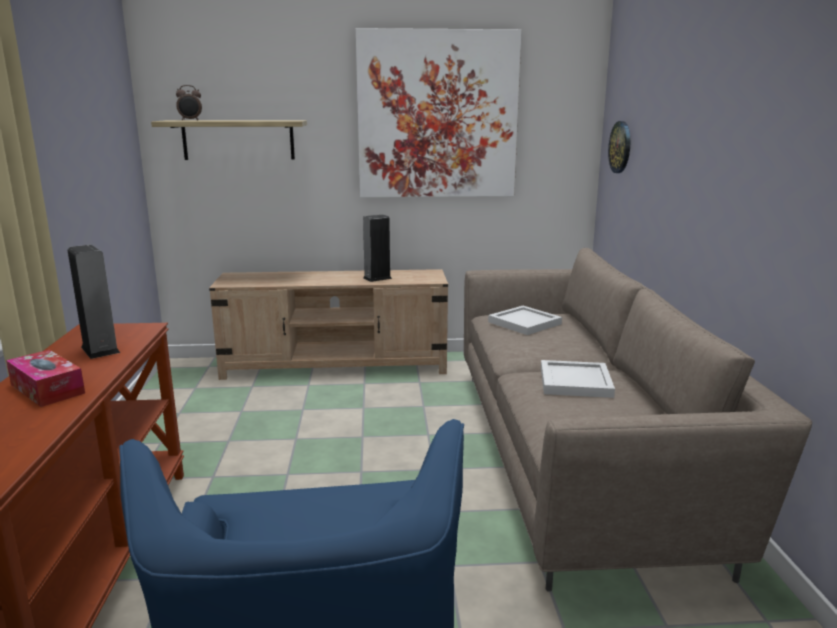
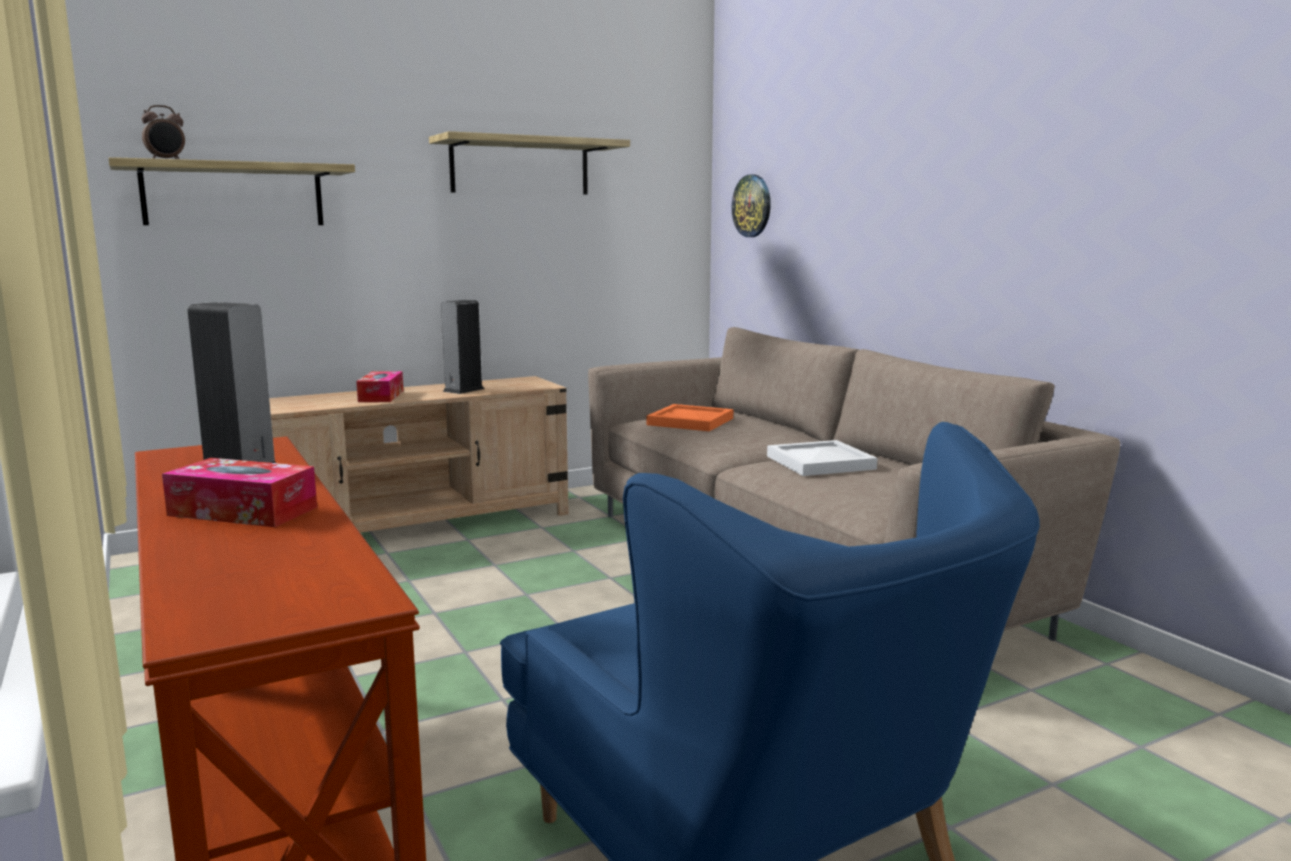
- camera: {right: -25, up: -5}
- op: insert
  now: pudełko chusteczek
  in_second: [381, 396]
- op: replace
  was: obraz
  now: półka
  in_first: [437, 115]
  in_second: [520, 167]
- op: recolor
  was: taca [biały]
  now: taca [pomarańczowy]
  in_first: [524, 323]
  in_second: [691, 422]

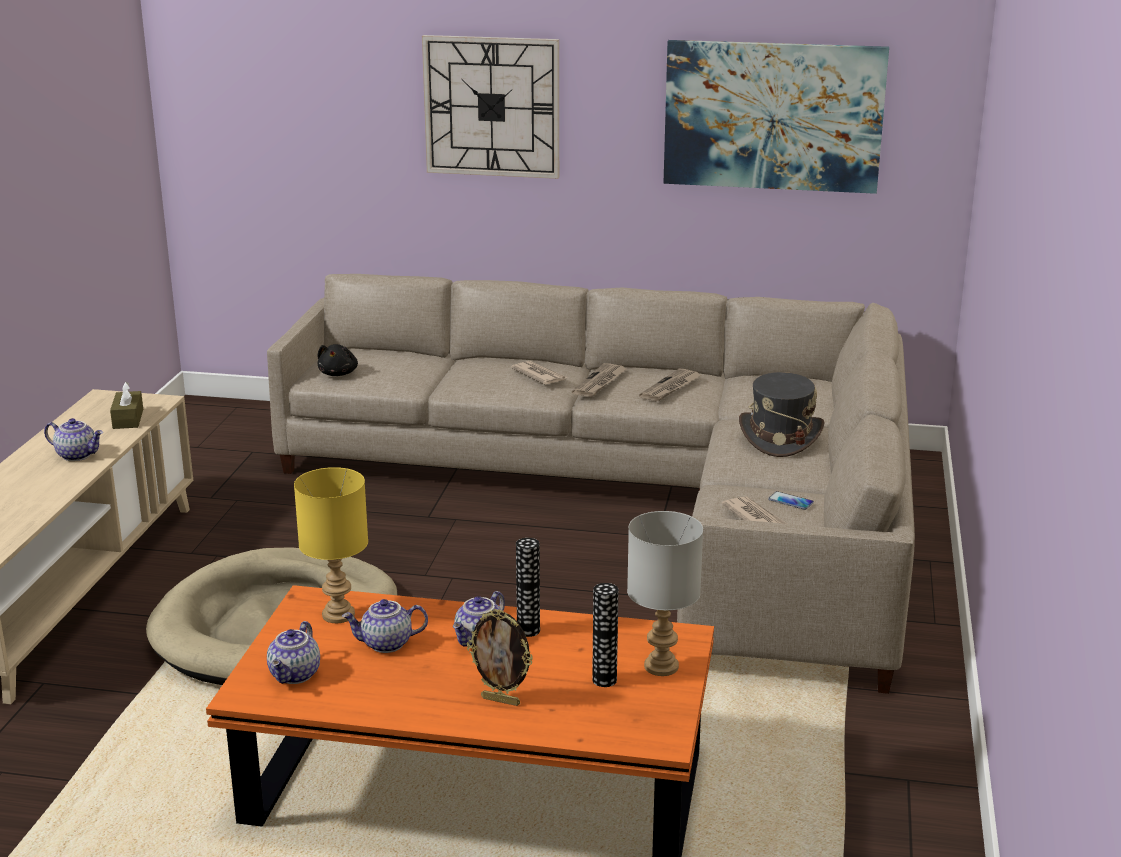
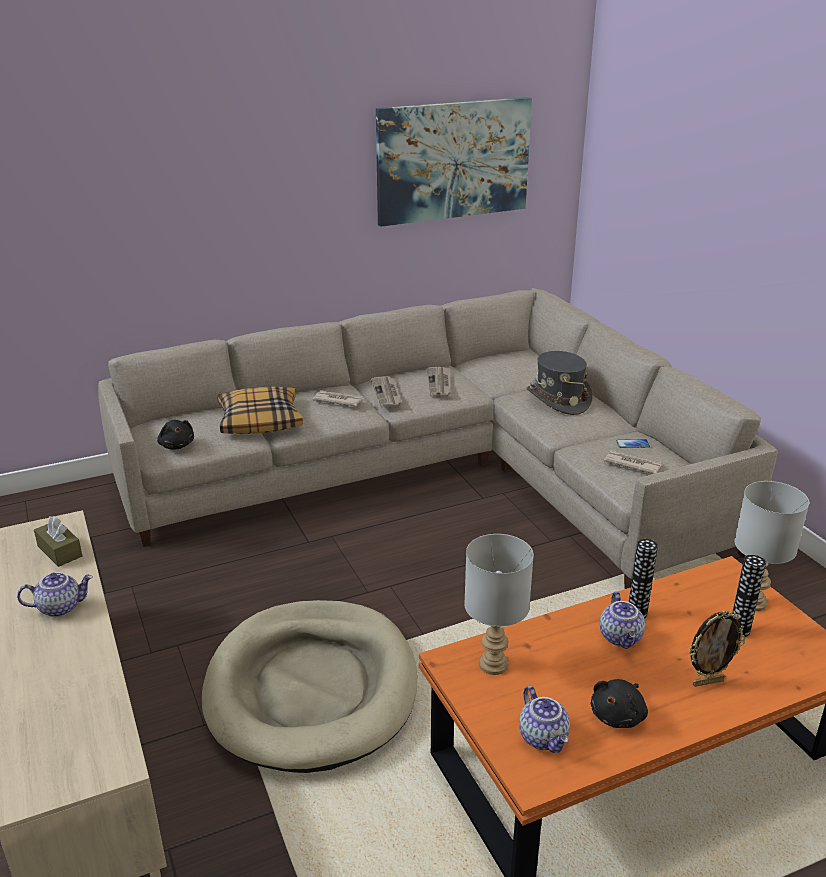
- camera: {right: -35, up: 5}
- op: insert
  now: poduszka
  in_second: [260, 420]
- op: recolor
  was: lampa stołowa [żółty]
  now: lampa stołowa [szary]
  in_first: [337, 615]
  in_second: [493, 665]
- op: insert
  now: pluszak [czarny]
  in_second: [618, 716]
- op: delete
  was: imbryk
  in_first: [386, 644]
- op: delete
  was: zegar ścienny
  in_first: [492, 106]

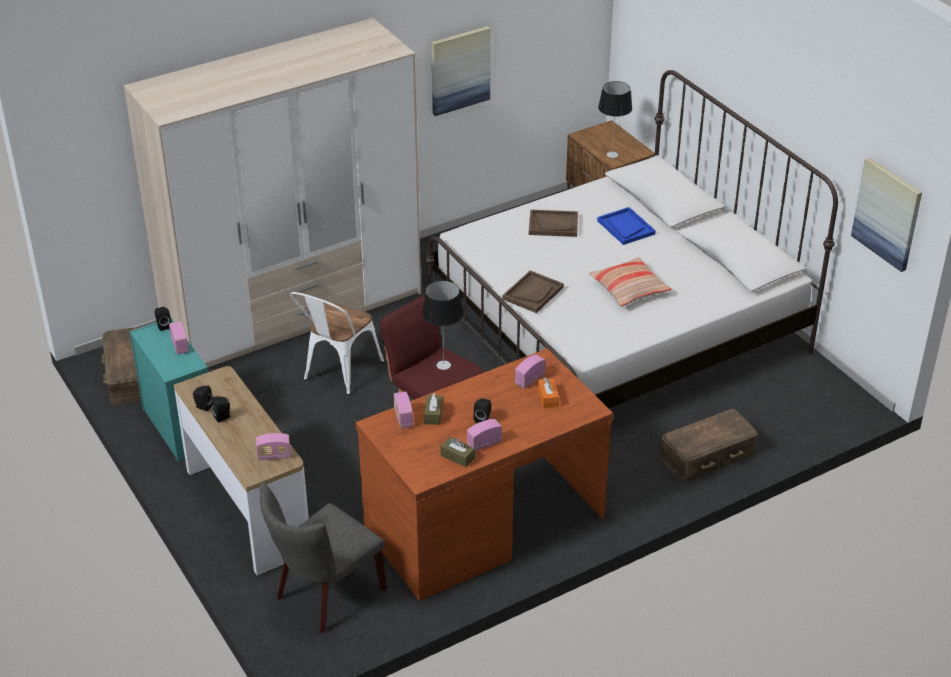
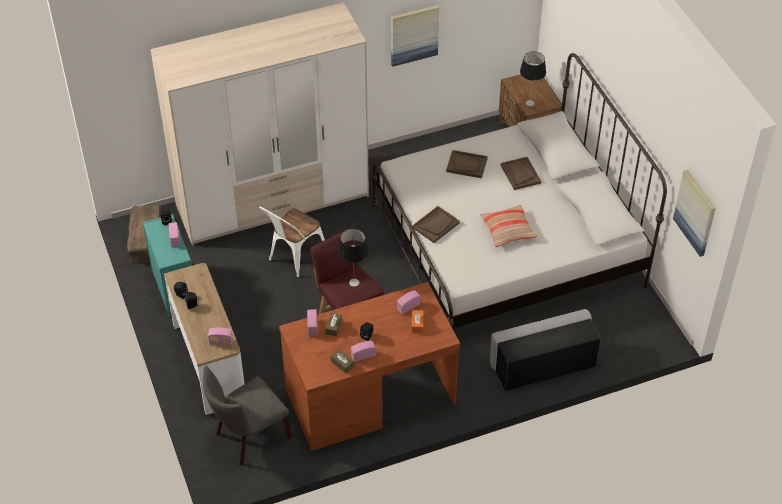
- camera: {right: 10, up: 10}
- op: replace
  was: pojemnik do przechowywania [brązowy]
  now: pufa [szary]
  in_first: [707, 456]
  in_second: [543, 364]
- op: recolor
  was: taca [niebieski]
  now: taca [brązowy]
  in_first: [625, 227]
  in_second: [520, 174]

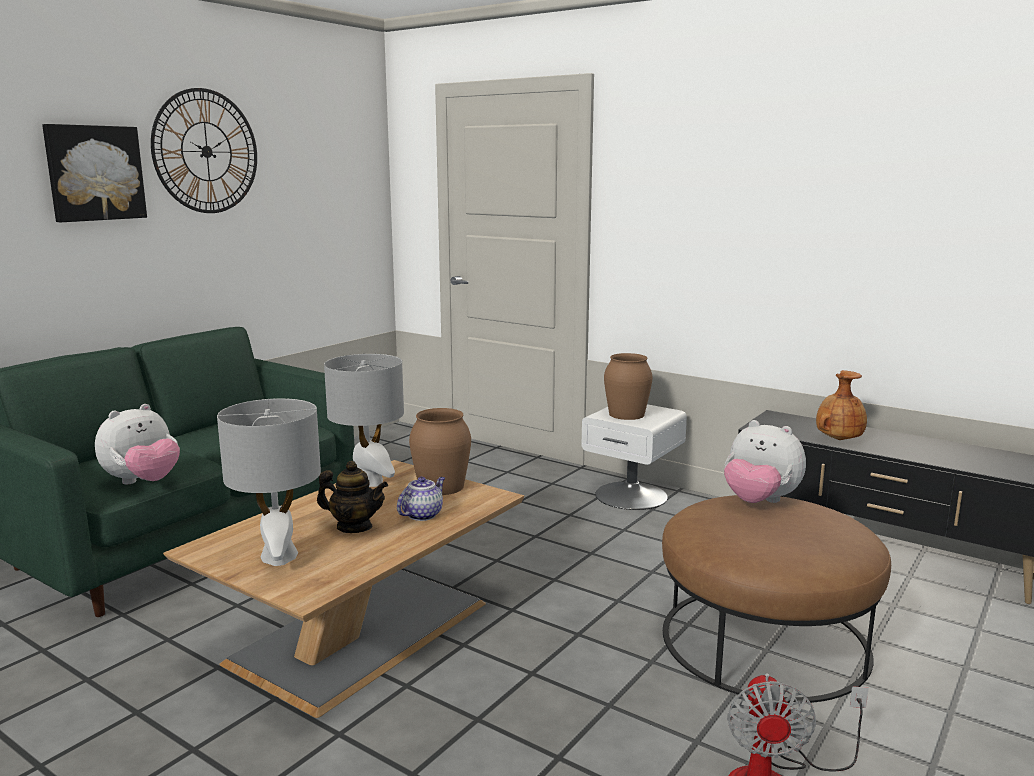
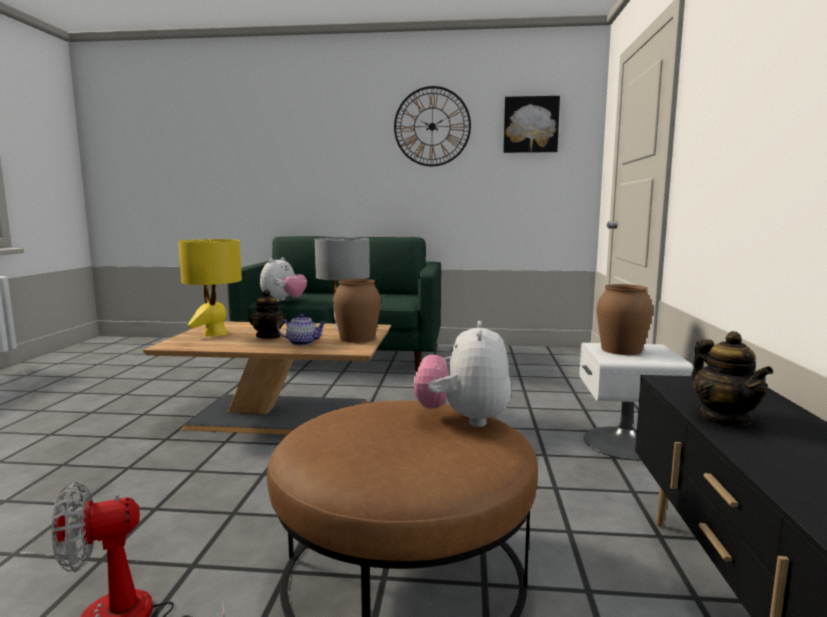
- camera: {right: 60, up: -5}
- op: recolor
  was: lampa stołowa [szary]
  now: lampa stołowa [żółty]
  in_first: [279, 557]
  in_second: [215, 334]
- op: rotate
  was: pluszak
  in_first: [143, 482]
  in_second: [283, 301]
  clockwise: -75
- op: move
  was: obraz
  in_first: [94, 173]
  in_second: [530, 125]
- op: replace
  was: wazon [brązowy]
  now: imbryk
  in_first: [838, 439]
  in_second: [724, 418]

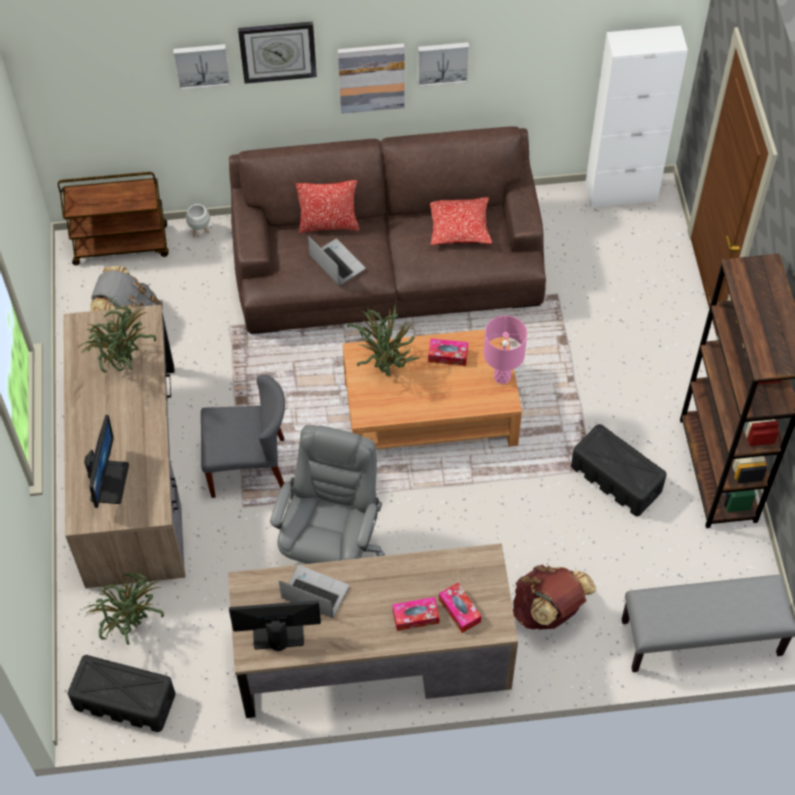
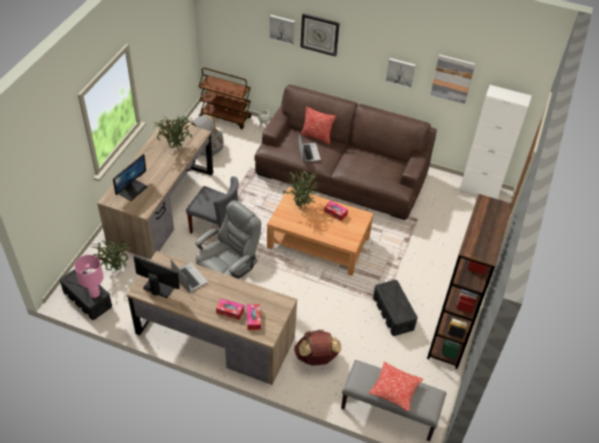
- camera: {right: 25, up: -10}
- op: move
  was: lampa stołowa [różowy]
  in_first: [502, 377]
  in_second: [95, 293]
- op: move
  was: poduszka
  in_first: [459, 228]
  in_second: [395, 389]
- op: move
  was: obraz
  in_first: [371, 77]
  in_second: [452, 78]

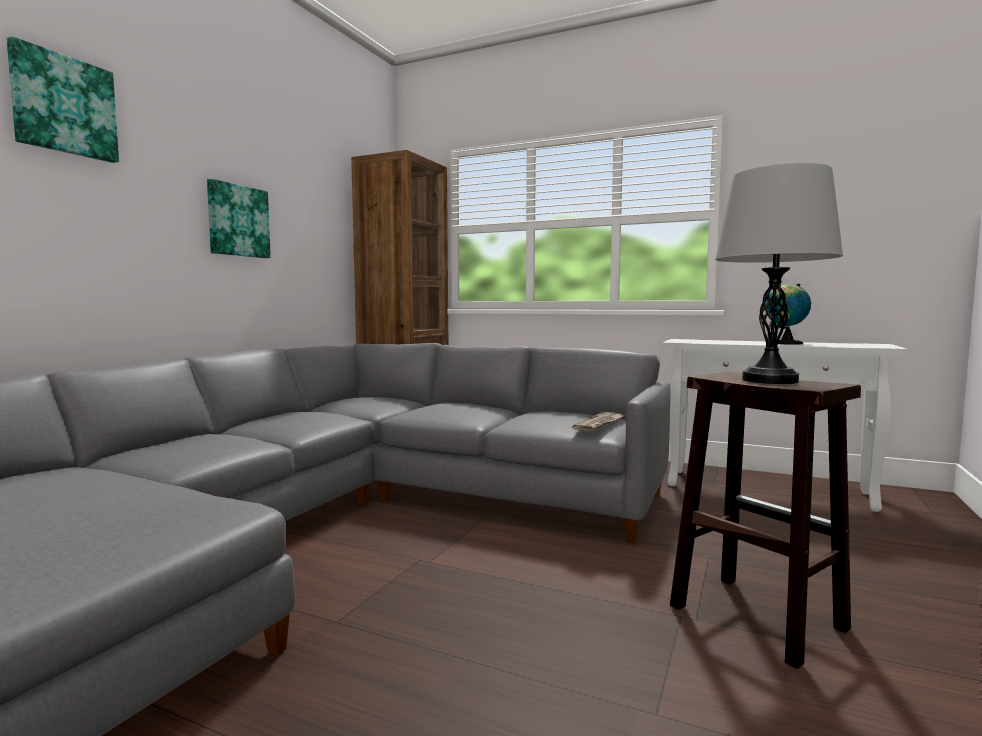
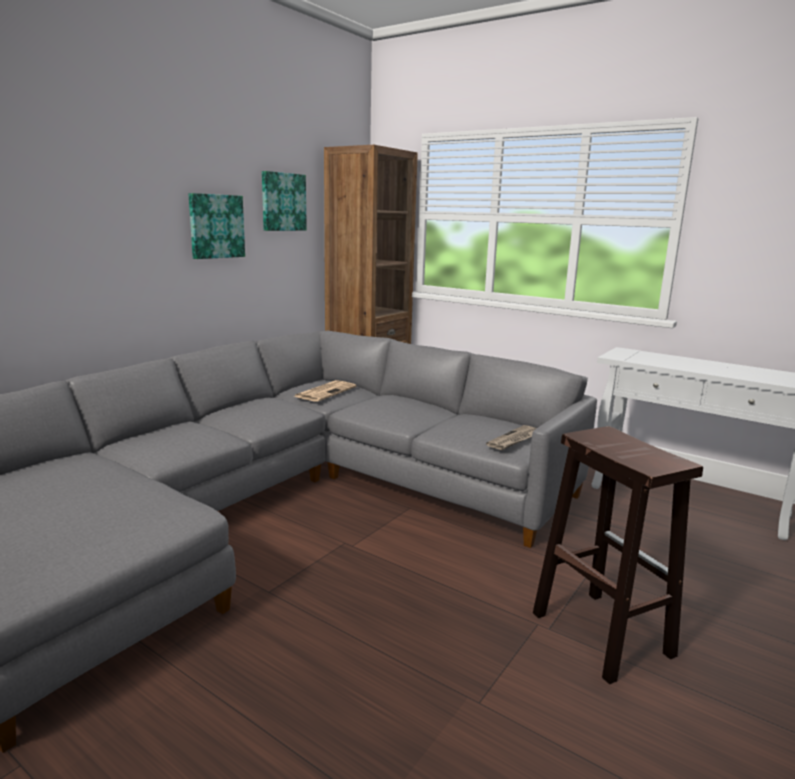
- camera: {right: 10, up: 10}
- op: move
  was: obraz
  in_first: [64, 105]
  in_second: [282, 202]
- op: insert
  now: gazeta
  in_second: [325, 391]
- op: delete
  was: lampa stołowa [szary]
  in_first: [769, 380]
- op: delete
  was: globus
  in_first: [784, 343]

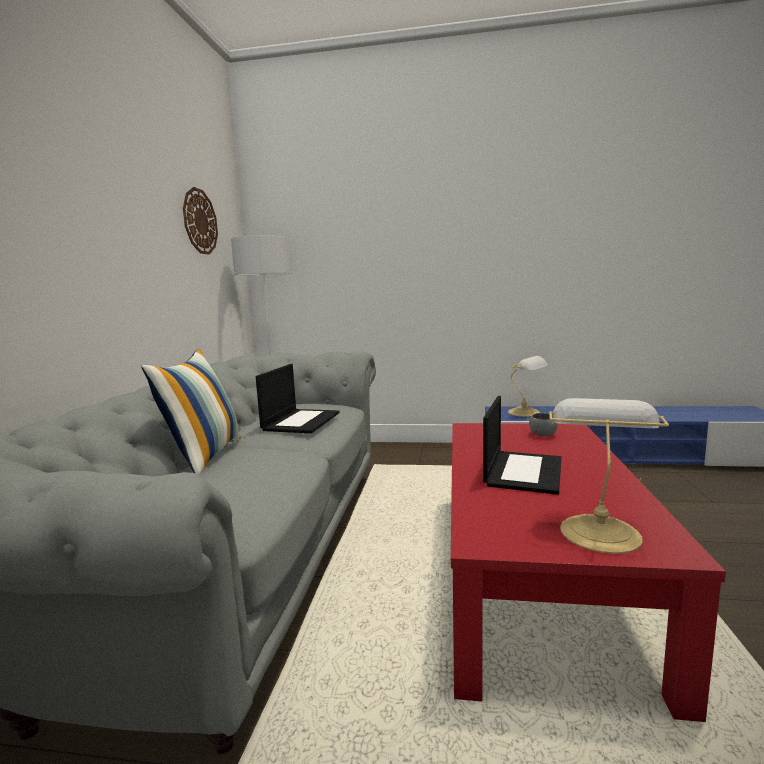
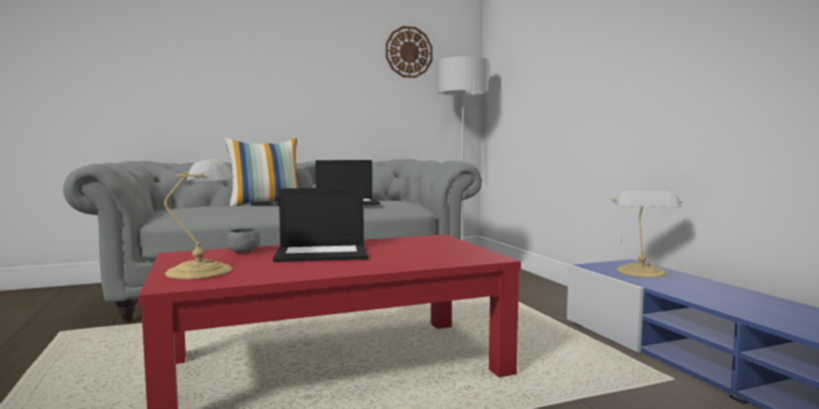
- camera: {right: 60, up: -5}
- op: move
  was: miska [szary]
  in_first: [543, 435]
  in_second: [243, 252]

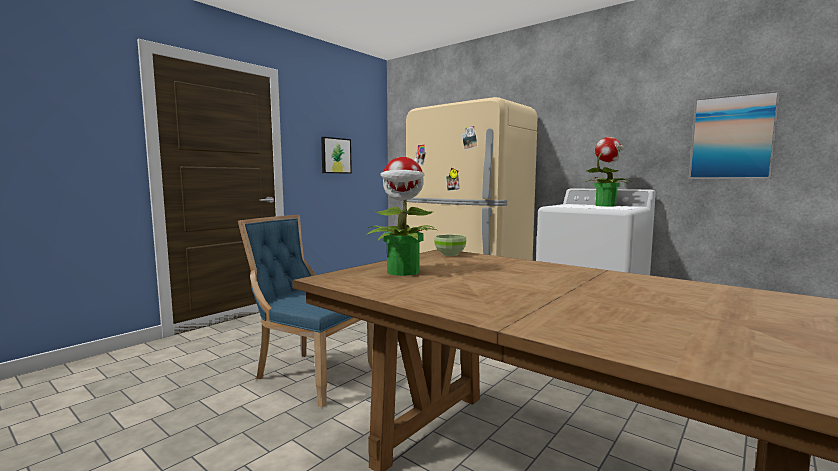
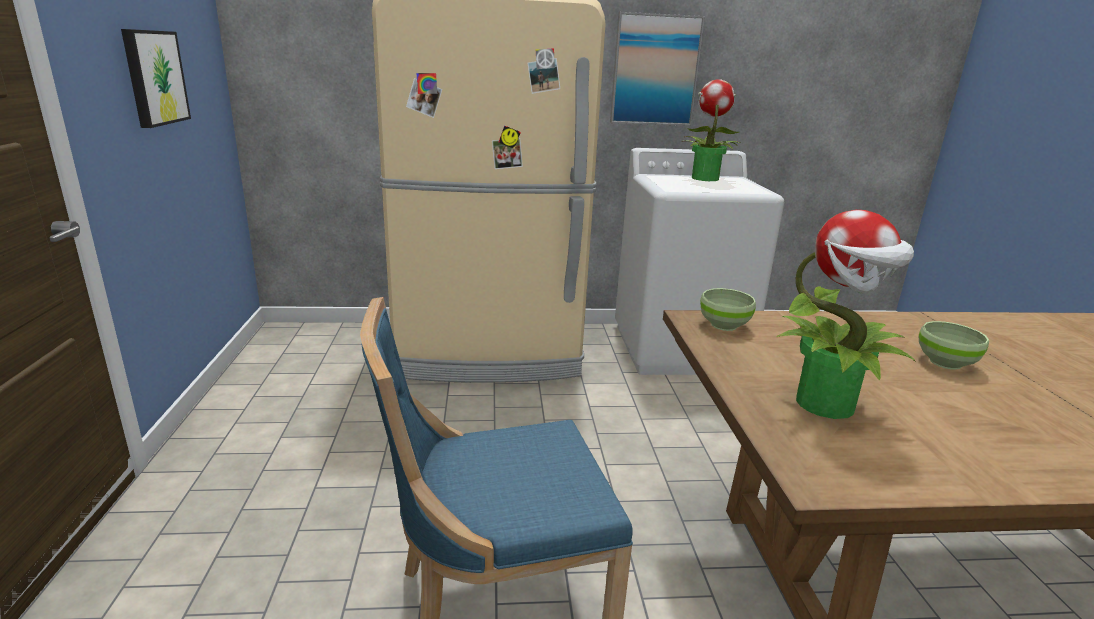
- camera: {right: -45, up: 15}
- op: move
  was: obraz
  in_first: [731, 137]
  in_second: [655, 70]
- op: insert
  now: miska [zielony]
  in_second: [944, 362]

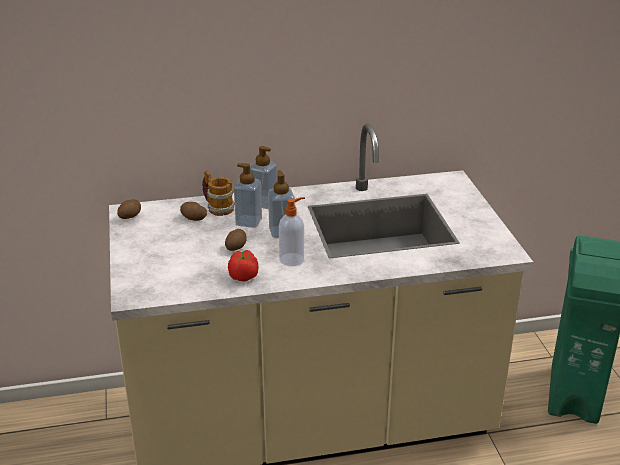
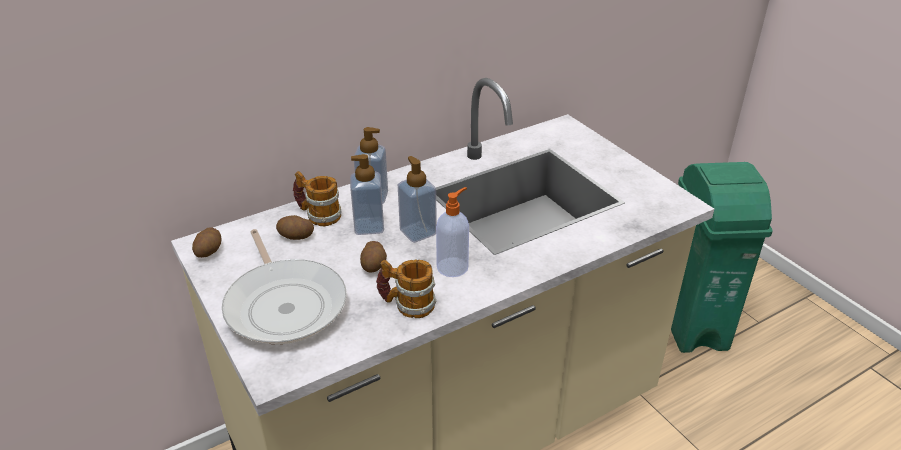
- camera: {right: -20, up: 5}
- op: insert
  now: patelnia
  in_second: [285, 304]
- op: replace
  was: pomidor
  now: kubek
  in_first: [243, 276]
  in_second: [407, 304]

